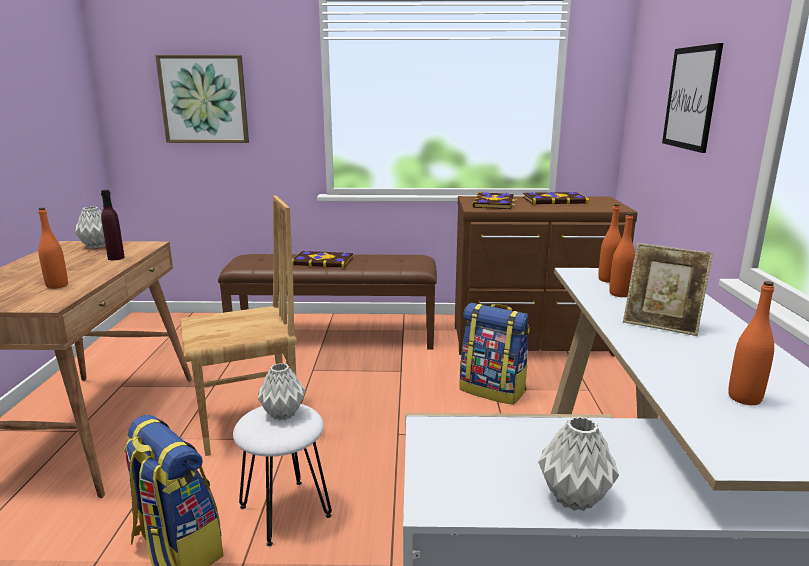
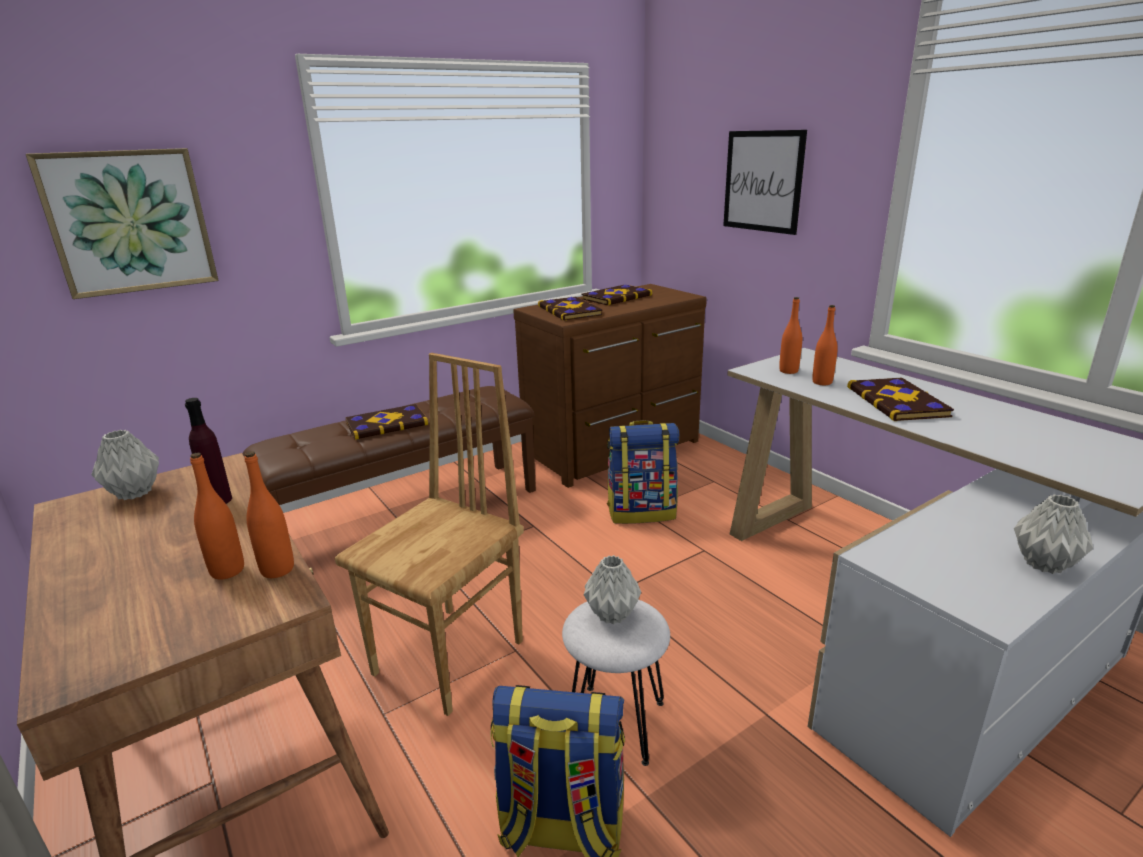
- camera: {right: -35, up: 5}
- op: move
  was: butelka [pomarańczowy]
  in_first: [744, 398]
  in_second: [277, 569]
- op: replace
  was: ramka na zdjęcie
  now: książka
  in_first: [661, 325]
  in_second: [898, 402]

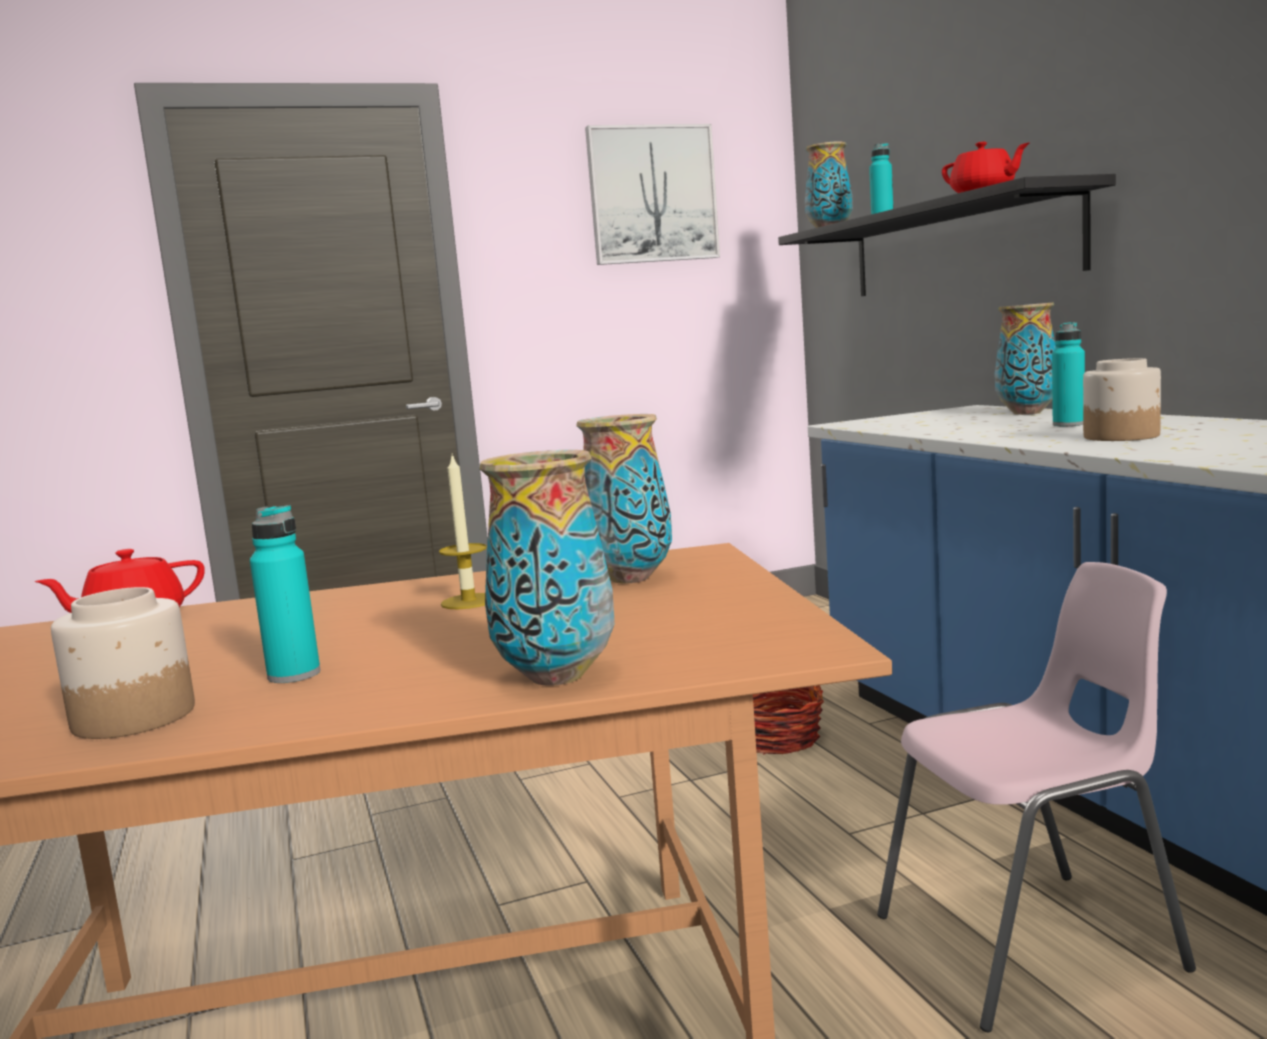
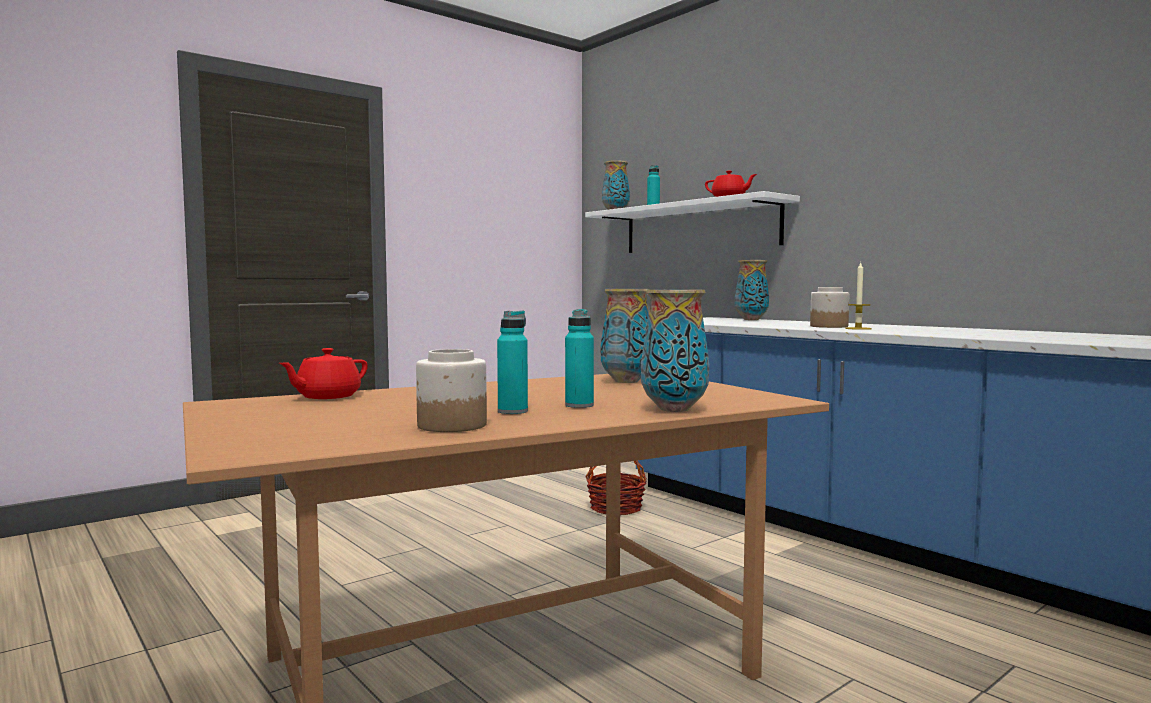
- camera: {right: -20, up: -5}
- op: move
  was: butelka [turkusowy]
  in_first: [1068, 424]
  in_second: [579, 405]
- op: recolor
  was: półka [czarny]
  now: półka [biały]
  in_first: [958, 247]
  in_second: [699, 228]
- op: move
  was: świeca
  in_first: [468, 601]
  in_second: [858, 328]
- op: delete
  was: obraz
  in_first: [652, 194]
- op: delete
  was: krzesło [różowy]
  in_first: [1033, 944]

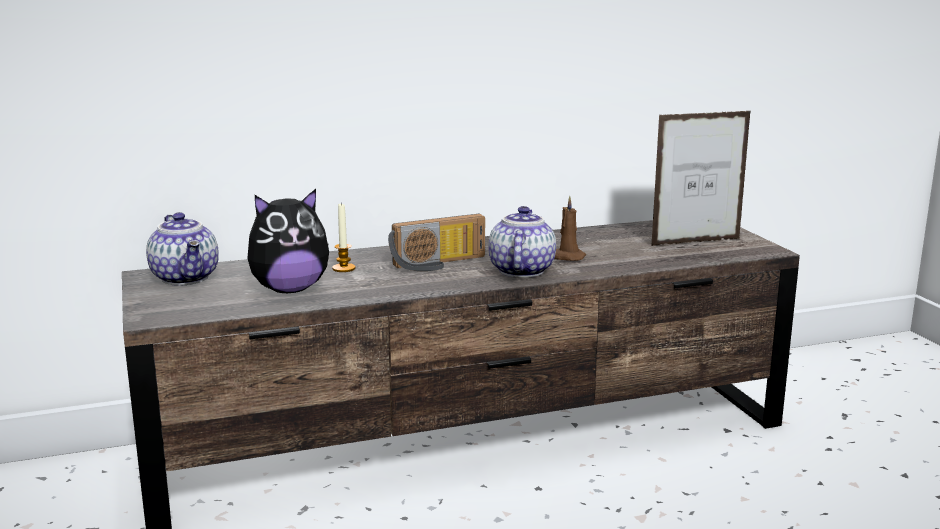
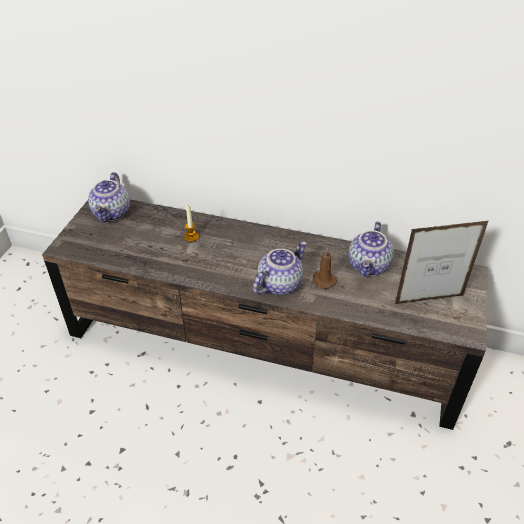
- camera: {right: 35, up: 25}
- op: insert
  now: imbryk
  in_second: [369, 266]
- op: rotate
  was: ramka na zdjęcie
  in_first: [696, 242]
  in_second: [429, 300]
  clockwise: 150
- op: delete
  was: pluszak
  in_first: [289, 289]
- op: delete
  was: radio
  in_first: [439, 264]

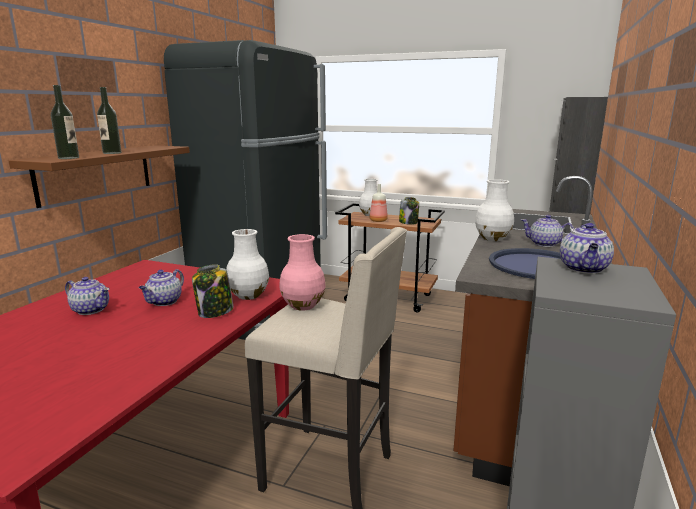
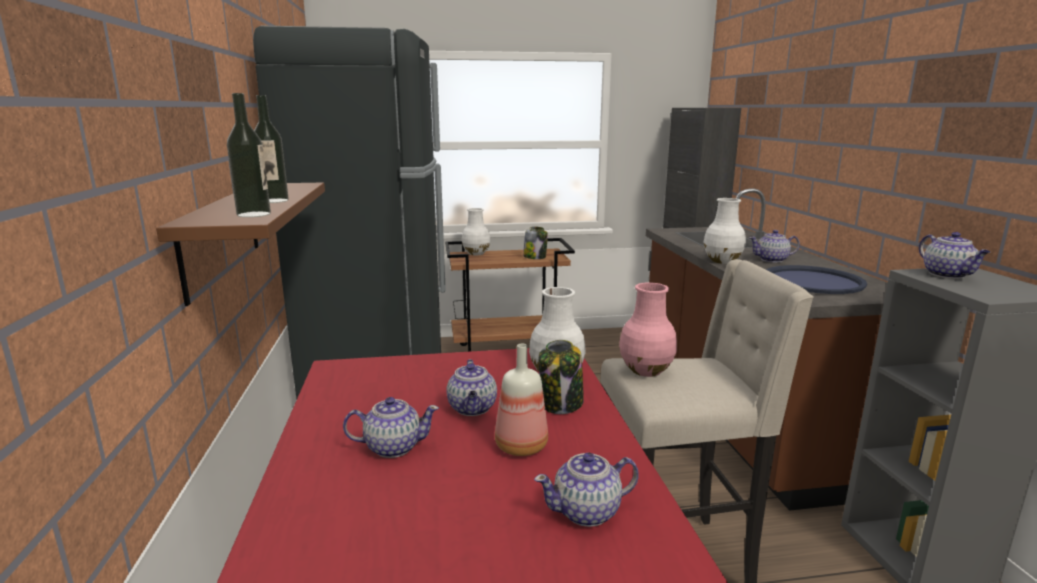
- camera: {right: -30, up: 0}
- op: move
  was: butelka
  in_first: [378, 221]
  in_second: [521, 447]
- op: insert
  now: imbryk
  in_second: [587, 512]

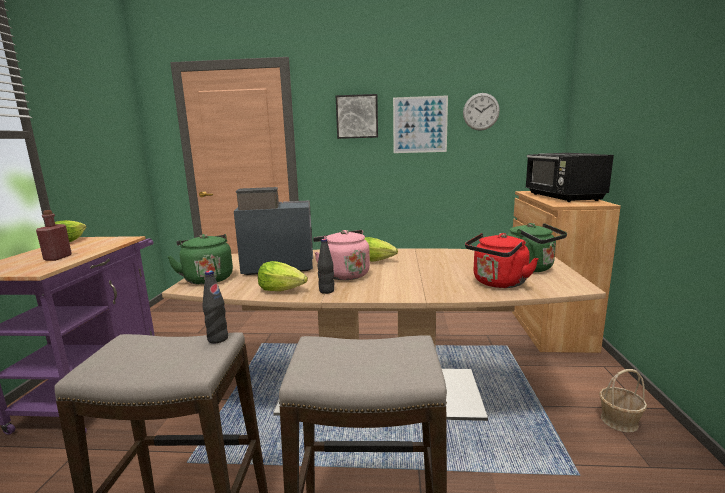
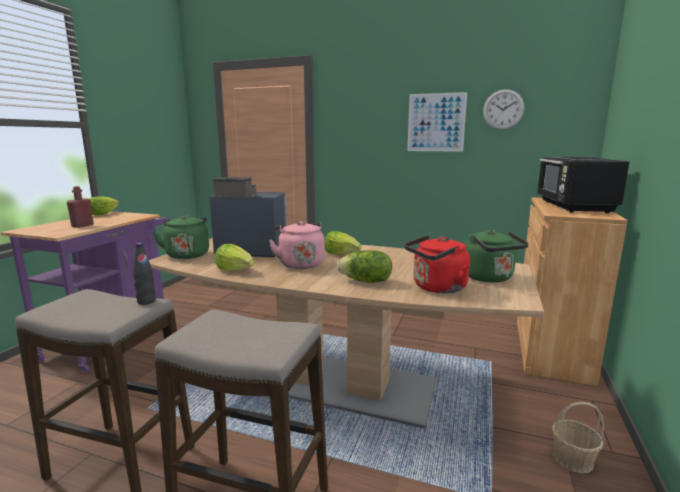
- camera: {right: 15, up: 0}
- op: insert
  now: sałata
  in_second: [366, 281]
- op: delete
  was: butelka [czarny]
  in_first: [326, 291]
- op: delete
  was: obraz
  in_first: [357, 116]

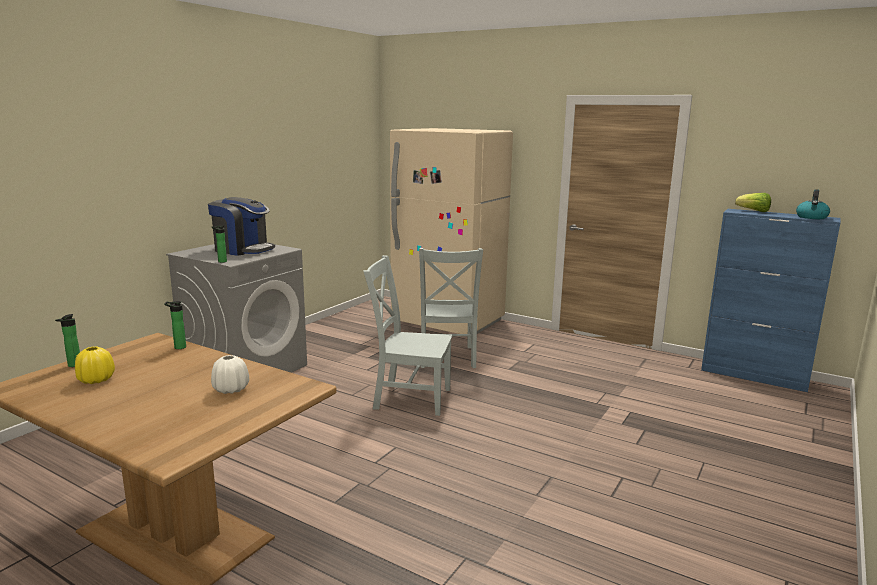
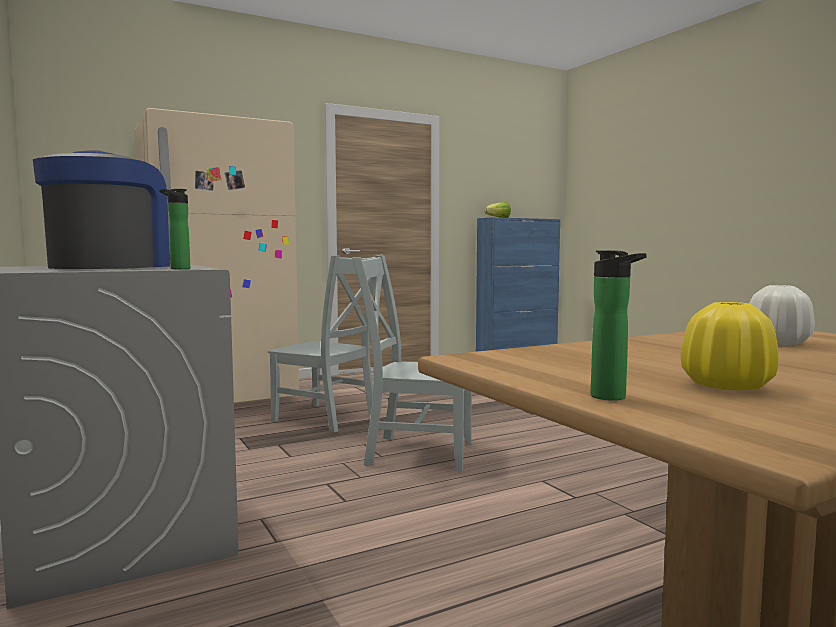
- camera: {right: -60, up: -10}
- op: rotate
  was: ekspres do kawy
  in_first: [243, 250]
  in_second: [111, 266]
  clockwise: -45
- op: rotate
  was: krzesło [szary]
  in_first: [409, 398]
  in_second: [414, 452]
  clockwise: 60
- op: delete
  was: butelka
  in_first: [178, 347]
- op: delete
  was: czajnik
  in_first: [811, 217]

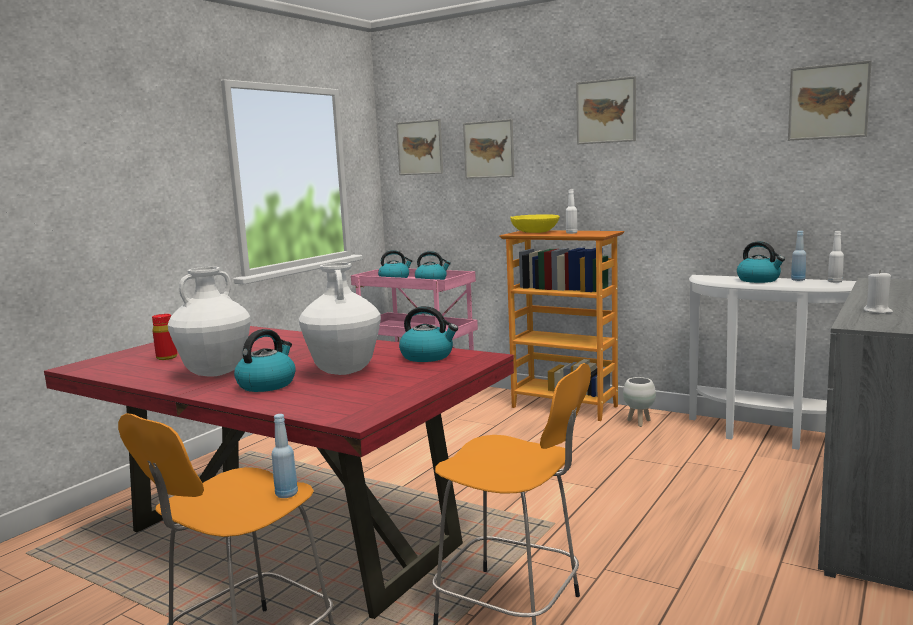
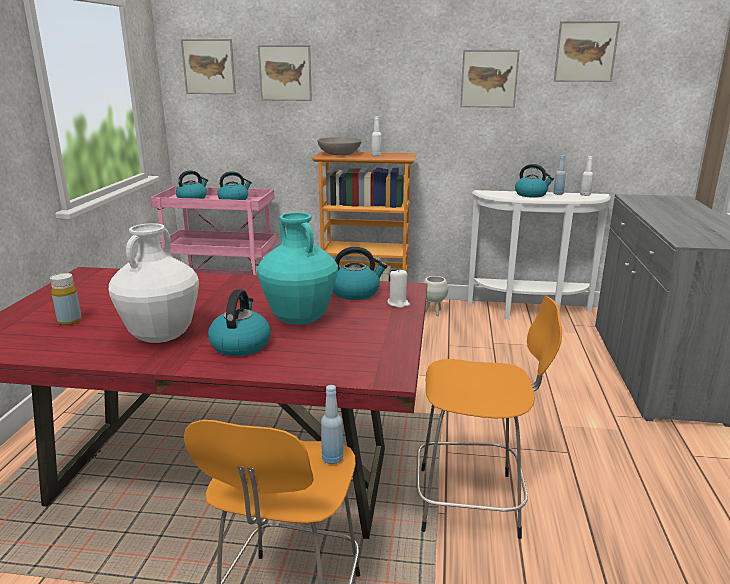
- camera: {right: -25, up: 10}
- op: recolor
  was: butelka [czerwony]
  now: butelka [żółty]
  in_first: [167, 357]
  in_second: [69, 321]
- op: recolor
  was: wazon [biały]
  now: wazon [turkusowy]
  in_first: [344, 372]
  in_second: [300, 319]
- op: recolor
  was: miska [żółty]
  now: miska [szary]
  in_first: [535, 232]
  in_second: [339, 154]
- op: move
  was: świeca [biały]
  in_first: [877, 311]
  in_second: [398, 303]
- op: move
  was: obraz
  in_first: [606, 111]
  in_second: [489, 78]

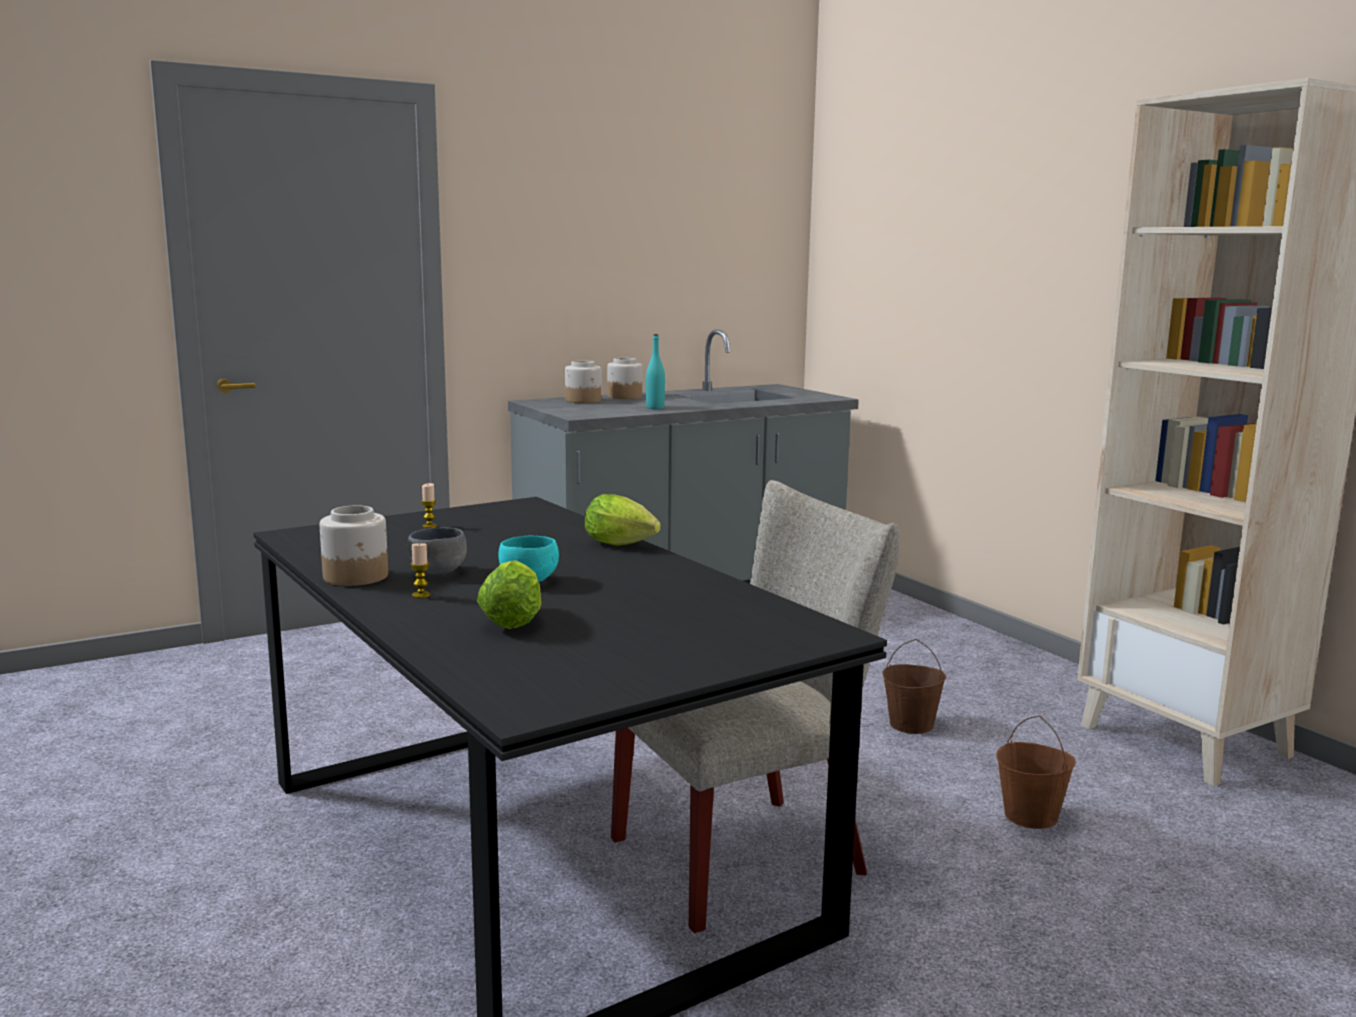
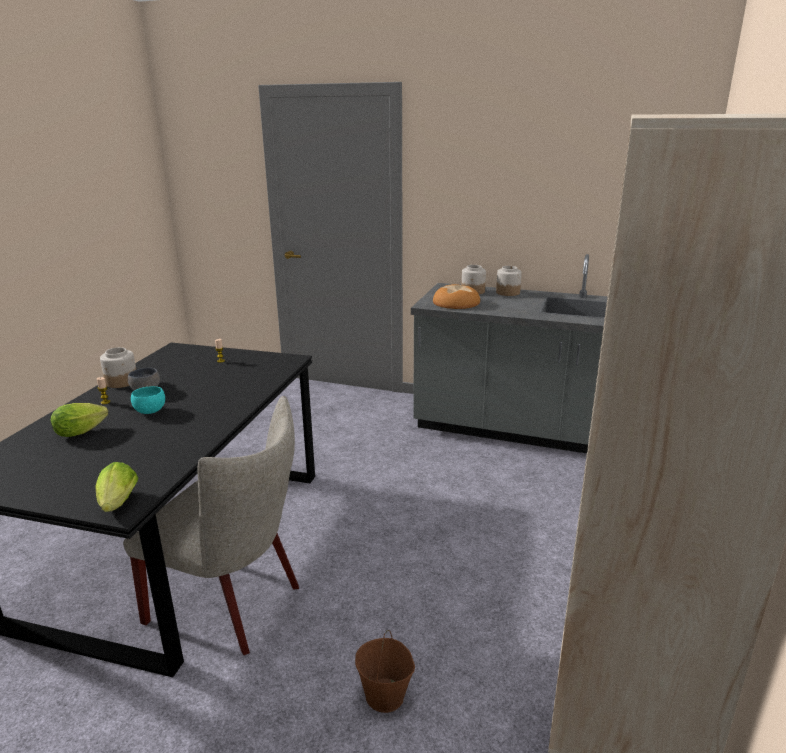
- camera: {right: 50, up: 10}
- op: move
  was: sałata
  in_first: [624, 545]
  in_second: [118, 505]
- op: insert
  now: chleb
  in_second: [456, 303]
- op: delete
  was: butelka [turkusowy]
  in_first: [655, 407]
- op: delete
  was: wiadro [brązowy]
  in_first: [911, 725]

